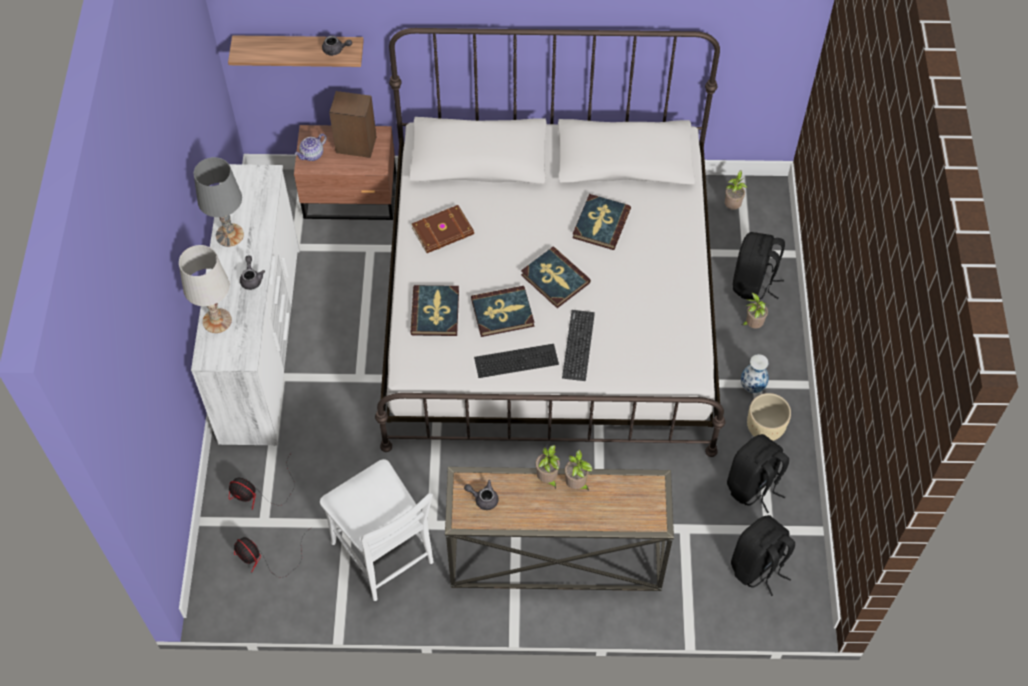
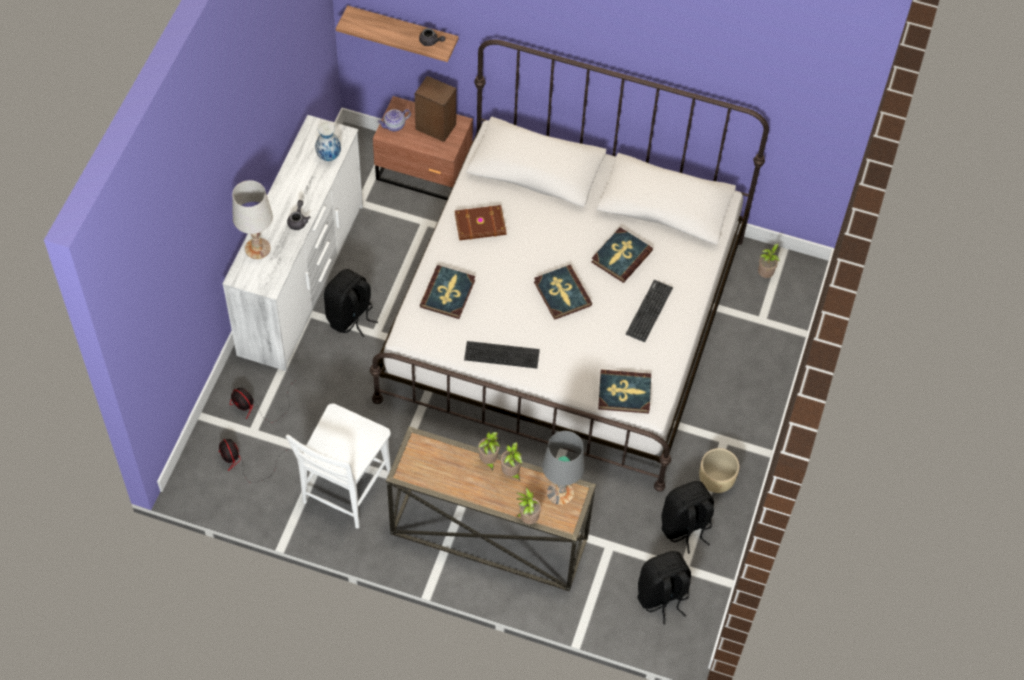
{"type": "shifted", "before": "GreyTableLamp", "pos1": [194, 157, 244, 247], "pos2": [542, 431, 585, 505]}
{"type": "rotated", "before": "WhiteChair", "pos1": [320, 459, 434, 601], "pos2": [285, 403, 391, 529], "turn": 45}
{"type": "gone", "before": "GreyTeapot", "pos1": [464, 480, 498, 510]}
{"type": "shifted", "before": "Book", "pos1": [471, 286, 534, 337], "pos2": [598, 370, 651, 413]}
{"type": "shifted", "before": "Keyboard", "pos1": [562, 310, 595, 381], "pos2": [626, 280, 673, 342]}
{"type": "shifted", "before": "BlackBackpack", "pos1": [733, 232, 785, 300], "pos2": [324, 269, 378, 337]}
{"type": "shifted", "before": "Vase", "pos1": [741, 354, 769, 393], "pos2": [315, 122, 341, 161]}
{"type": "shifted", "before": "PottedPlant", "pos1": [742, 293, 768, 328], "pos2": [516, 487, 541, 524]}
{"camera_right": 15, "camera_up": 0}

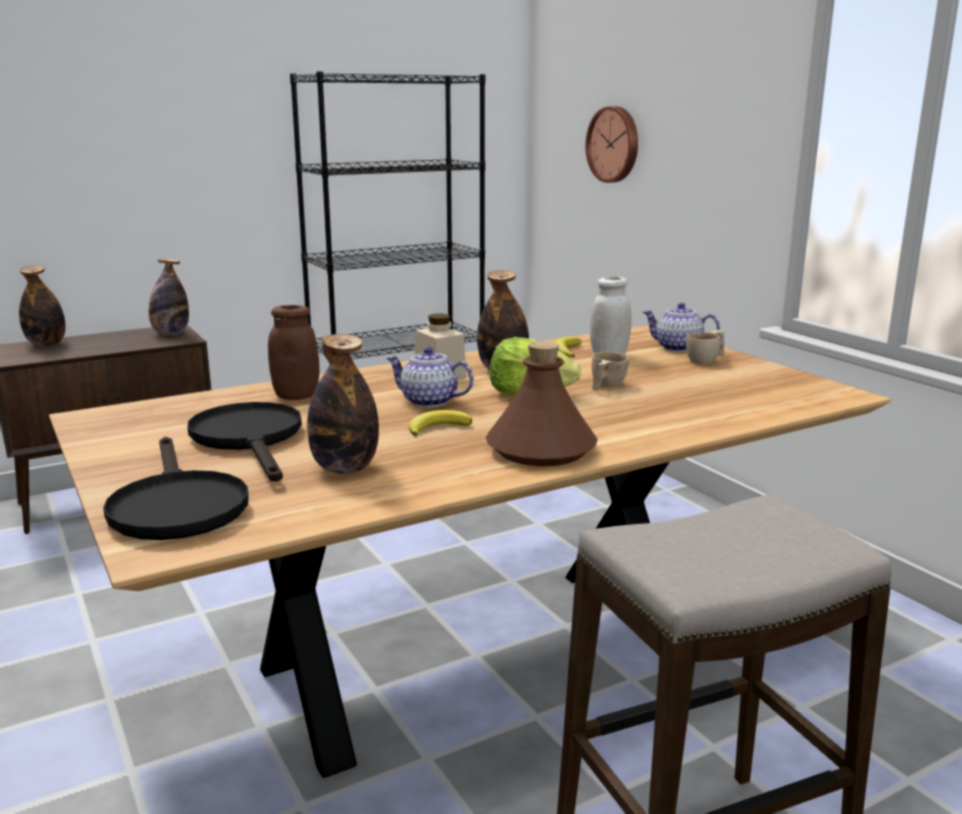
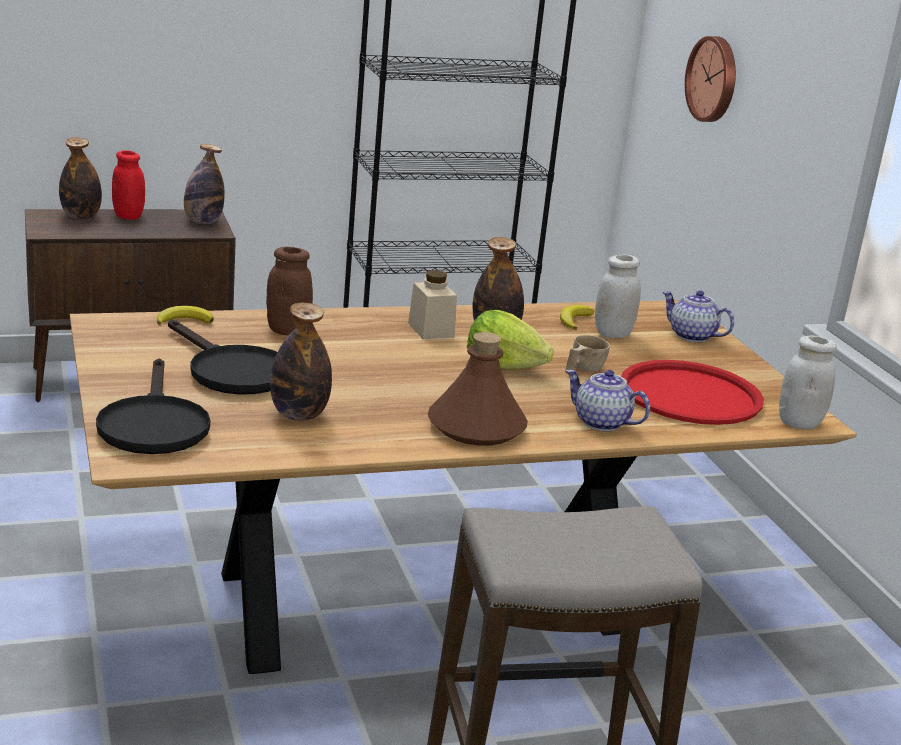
{"type": "rotated", "before": "BlackFryingPan", "pos1": [187, 402, 302, 482], "pos2": [168, 319, 277, 395], "turn": 150}
{"type": "shifted", "before": "Teapot", "pos1": [386, 347, 474, 407], "pos2": [565, 370, 650, 431]}
{"type": "shifted", "before": "Banana", "pos1": [409, 410, 472, 437], "pos2": [157, 306, 214, 325]}
{"type": "gone", "before": "BeigeCup", "pos1": [686, 330, 724, 364]}
{"type": "new", "after": "RedJar", "pos2": [112, 150, 145, 220]}
{"type": "new", "after": "RedTray", "pos2": [621, 360, 764, 425]}
{"type": "new", "after": "WhiteJar", "pos2": [779, 335, 837, 429]}
{"camera_right": 10, "camera_up": 5}

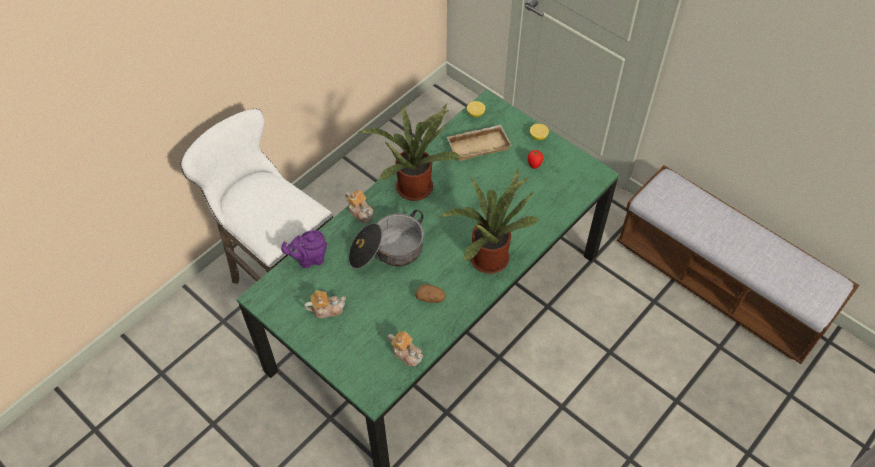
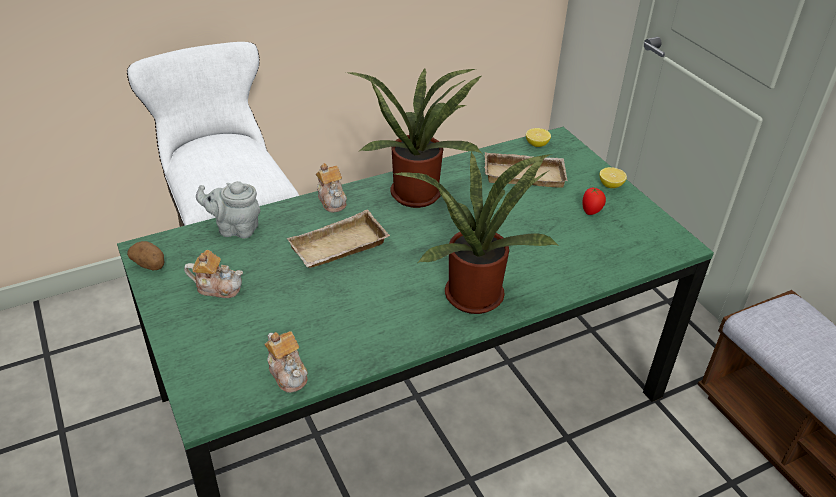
{"type": "repainted", "before": "PurpleTeapot", "after": "GreyTeapot", "pos1": [281, 230, 327, 268], "pos2": [196, 181, 261, 238]}
{"type": "swapped", "before": "CookingPot", "after": "BeigeTray", "pos1": [349, 210, 424, 269], "pos2": [287, 209, 390, 268]}
{"type": "shifted", "before": "Potato", "pos1": [415, 284, 446, 303], "pos2": [127, 241, 164, 270]}
{"camera_right": 20, "camera_up": -15}

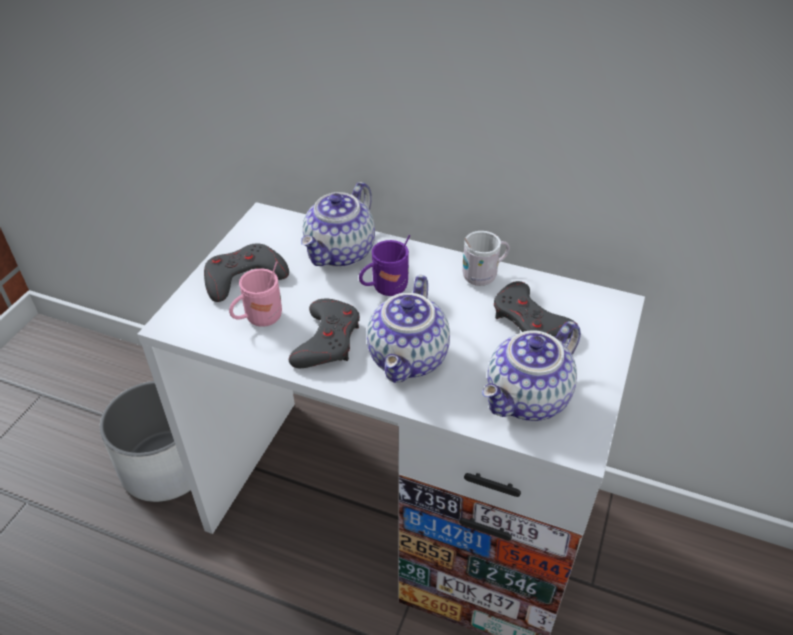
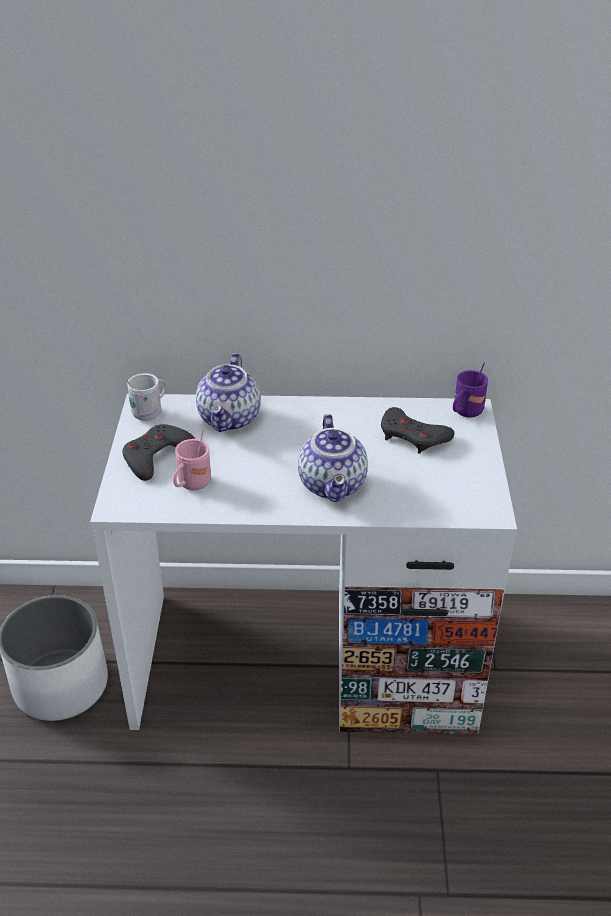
{"type": "gone", "before": "GreyGameController", "pos1": [289, 298, 360, 368]}
{"type": "shifted", "before": "PurpleMug", "pos1": [359, 235, 410, 296], "pos2": [453, 363, 488, 418]}
{"type": "shifted", "before": "WhiteMug", "pos1": [462, 231, 510, 286], "pos2": [127, 373, 167, 421]}
{"type": "gone", "before": "Teapot", "pos1": [482, 321, 581, 421]}
{"camera_right": -20, "camera_up": -5}

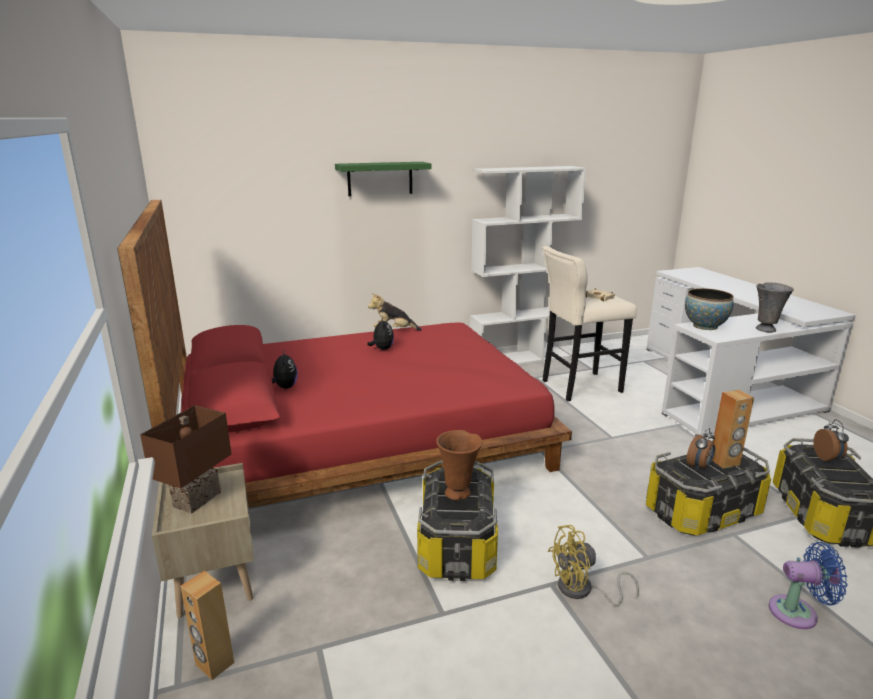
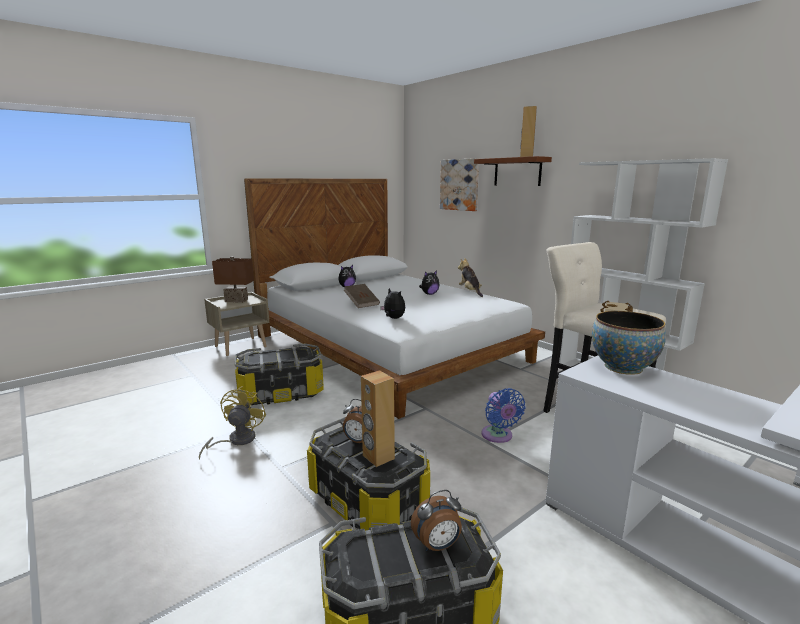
{"type": "repainted", "before": "RedBed", "after": "WhiteBed", "pos1": [117, 200, 572, 508], "pos2": [244, 178, 545, 419]}
{"type": "shifted", "before": "BrownSpeaker", "pos1": [180, 571, 234, 680], "pos2": [520, 106, 537, 157]}
{"type": "repainted", "before": "GreenShelf", "after": "BrownShelf", "pos1": [335, 162, 432, 196], "pos2": [474, 156, 552, 186]}
{"type": "gone", "before": "BrownVase", "pos1": [436, 430, 482, 500]}
{"type": "rotated", "before": "YellowFan", "pos1": [548, 525, 639, 606], "pos2": [199, 386, 266, 459], "turn": 45}
{"type": "gone", "before": "GreyVase", "pos1": [756, 282, 794, 332]}
{"type": "shifted", "before": "BlueFan", "pos1": [768, 542, 847, 629], "pos2": [481, 388, 525, 443]}
{"type": "new", "after": "BrownBook", "pos2": [344, 284, 380, 308]}
{"type": "new", "after": "PlushToy", "pos2": [380, 288, 405, 319]}
{"type": "new", "after": "Picture", "pos2": [440, 158, 479, 211]}
{"camera_right": 70, "camera_up": -5}

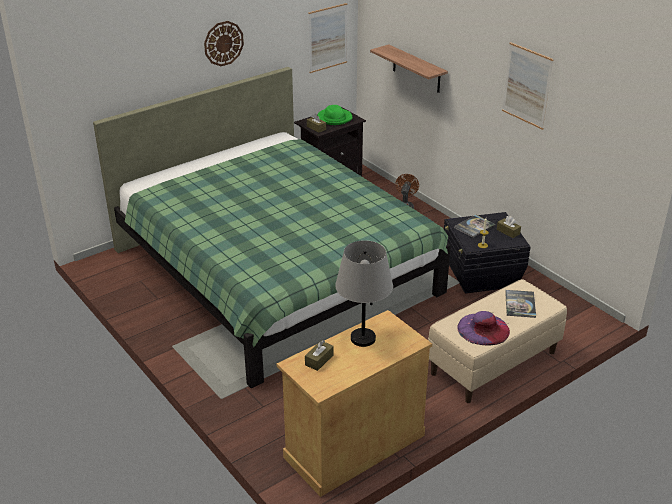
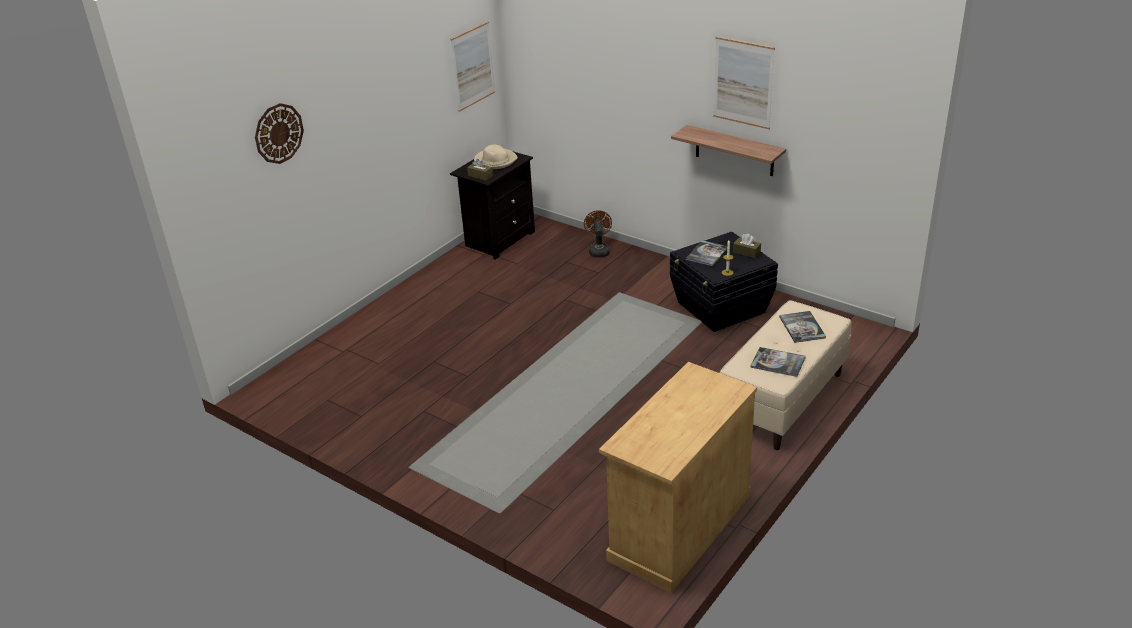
{"type": "gone", "before": "GreenBed", "pos1": [93, 67, 451, 388]}
{"type": "shifted", "before": "WallClock", "pos1": [204, 21, 244, 66], "pos2": [255, 103, 304, 164]}
{"type": "gone", "before": "BrownTissueBox", "pos1": [305, 340, 334, 371]}
{"type": "repainted", "before": "GreenHat", "after": "BeigeHat", "pos1": [317, 105, 353, 125], "pos2": [474, 145, 518, 169]}
{"type": "gone", "before": "GreyTableLamp", "pos1": [335, 240, 393, 347]}
{"type": "shifted", "before": "Shelf", "pos1": [370, 44, 448, 93], "pos2": [671, 125, 786, 176]}
{"type": "swapped", "before": "PurpleHat", "after": "Book", "pos1": [457, 311, 510, 345], "pos2": [750, 347, 806, 377]}
{"camera_right": -15, "camera_up": 0}

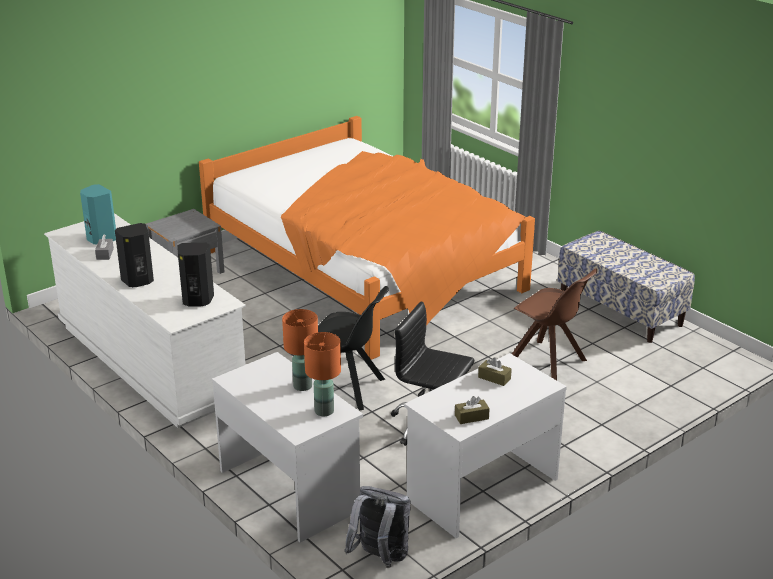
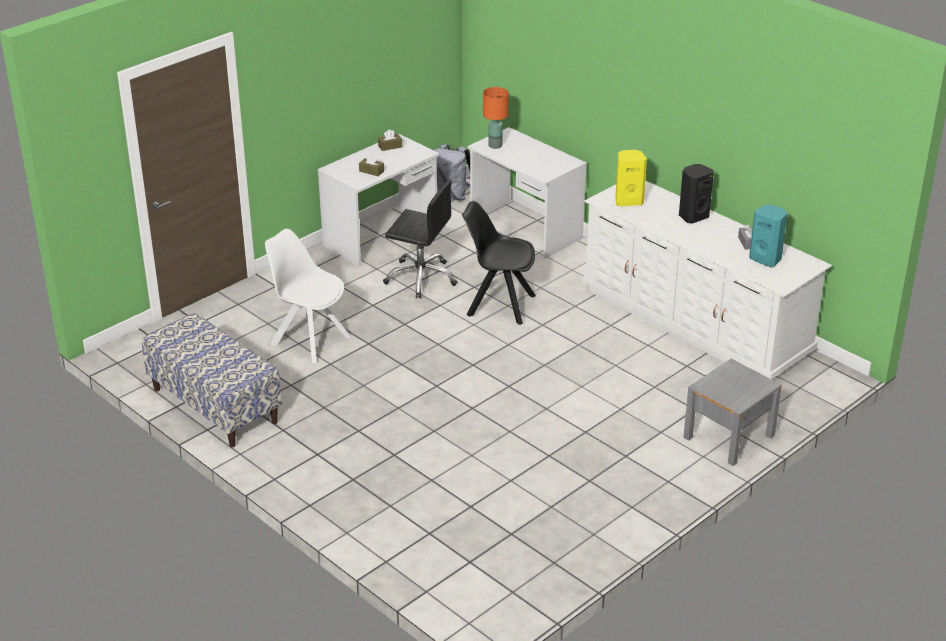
{"type": "repainted", "before": "BlackSpeaker", "after": "YellowSpeaker", "pos1": [177, 243, 214, 307], "pos2": [616, 150, 647, 206]}
{"type": "gone", "before": "OrangeBed", "pos1": [199, 116, 535, 360]}
{"type": "gone", "before": "OrangeTableLamp", "pos1": [282, 309, 318, 391]}
{"type": "repainted", "before": "BrownChair", "after": "WhiteChair", "pos1": [512, 268, 597, 380], "pos2": [265, 229, 351, 363]}
{"camera_right": 175, "camera_up": 5}

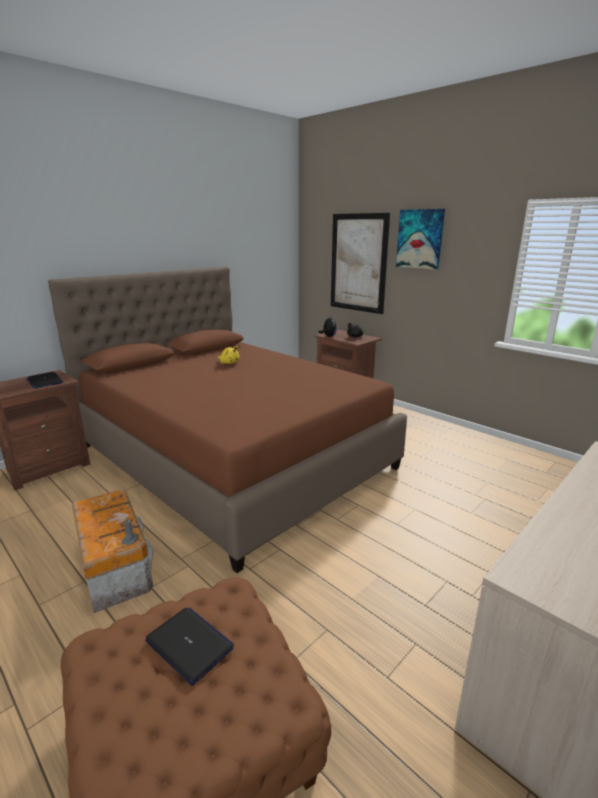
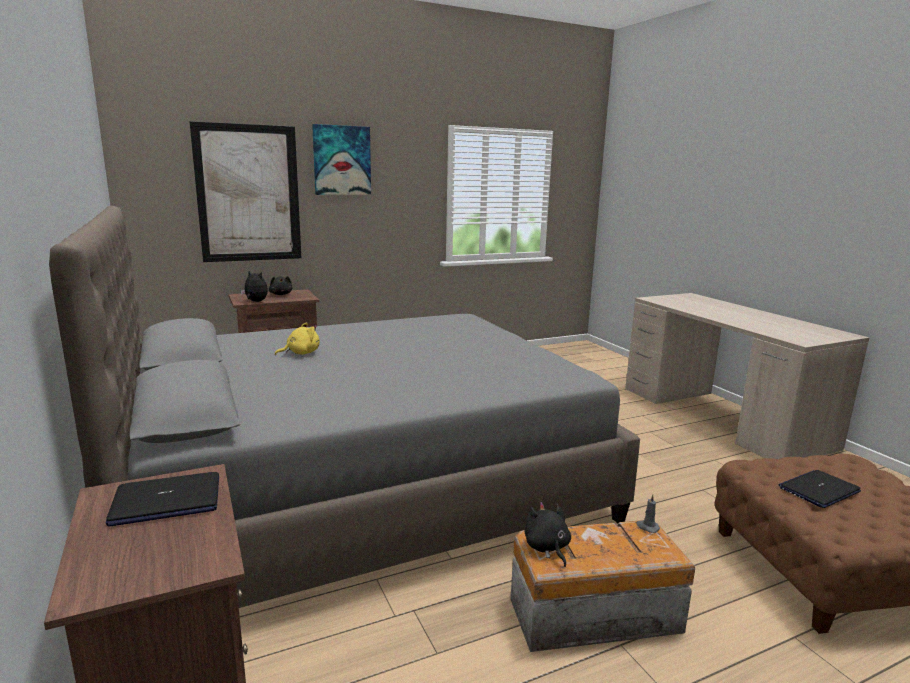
{"type": "repainted", "before": "BrownBed", "after": "GreyBed", "pos1": [48, 266, 407, 573], "pos2": [49, 206, 640, 608]}
{"type": "new", "after": "BlackPlushToy", "pos2": [525, 502, 571, 567]}
{"camera_right": -70, "camera_up": -5}

